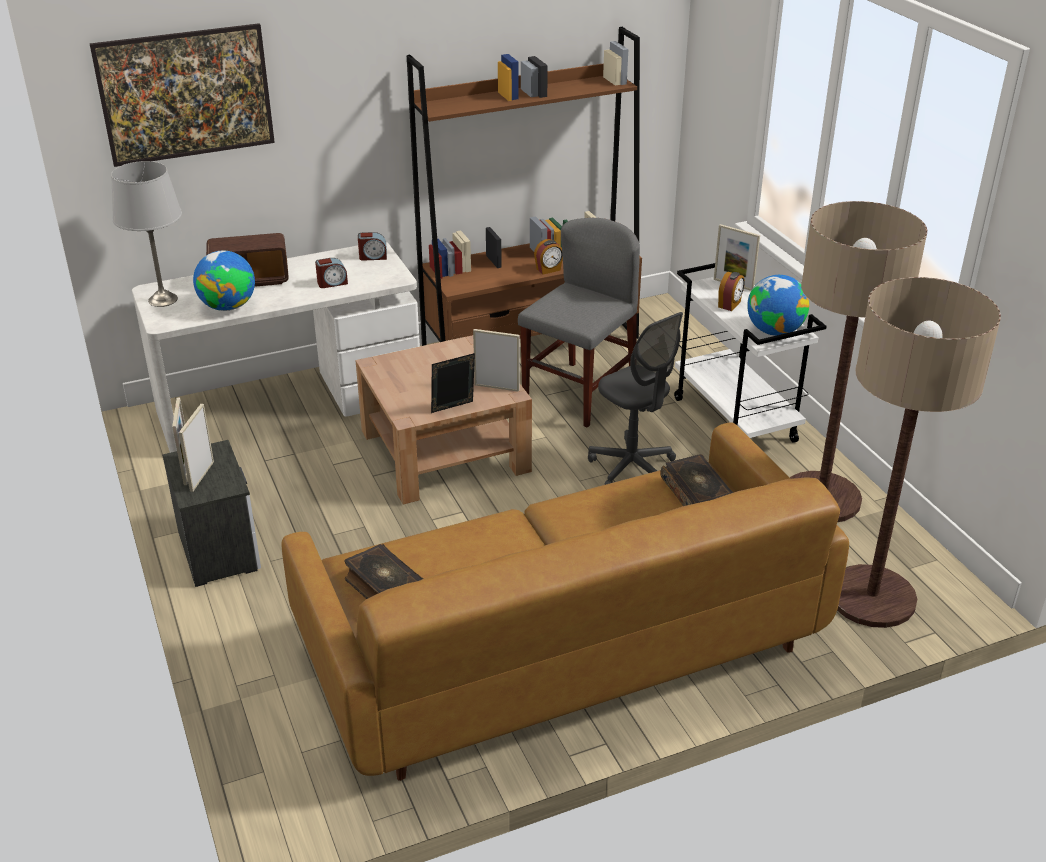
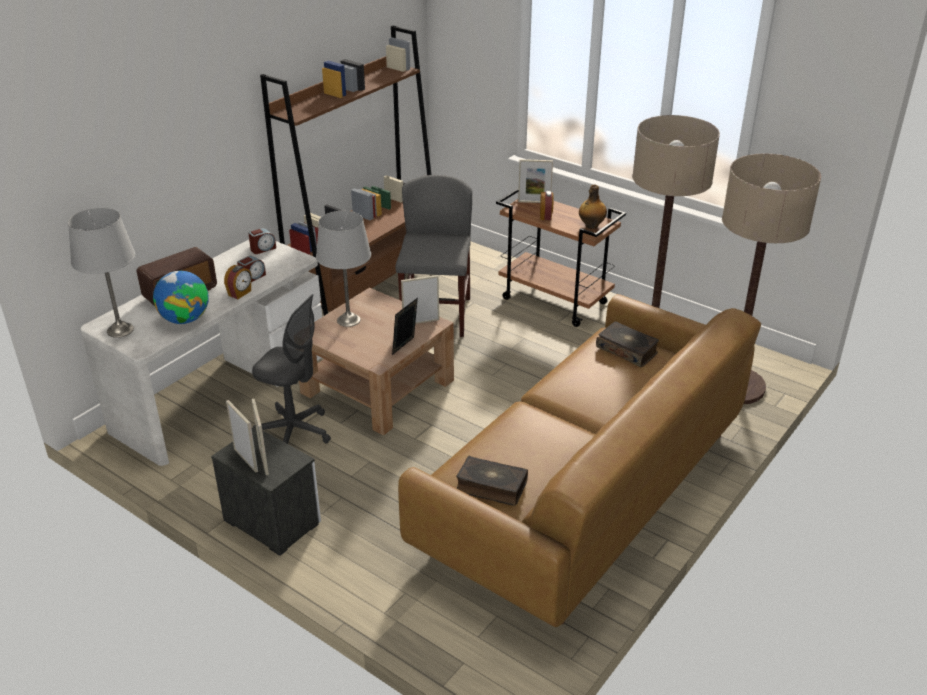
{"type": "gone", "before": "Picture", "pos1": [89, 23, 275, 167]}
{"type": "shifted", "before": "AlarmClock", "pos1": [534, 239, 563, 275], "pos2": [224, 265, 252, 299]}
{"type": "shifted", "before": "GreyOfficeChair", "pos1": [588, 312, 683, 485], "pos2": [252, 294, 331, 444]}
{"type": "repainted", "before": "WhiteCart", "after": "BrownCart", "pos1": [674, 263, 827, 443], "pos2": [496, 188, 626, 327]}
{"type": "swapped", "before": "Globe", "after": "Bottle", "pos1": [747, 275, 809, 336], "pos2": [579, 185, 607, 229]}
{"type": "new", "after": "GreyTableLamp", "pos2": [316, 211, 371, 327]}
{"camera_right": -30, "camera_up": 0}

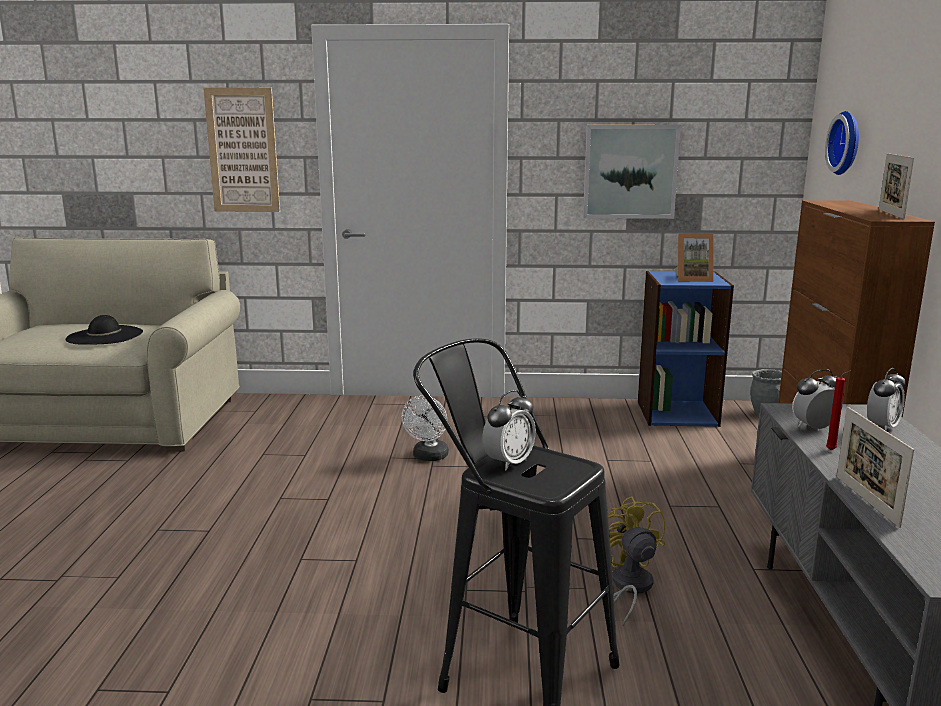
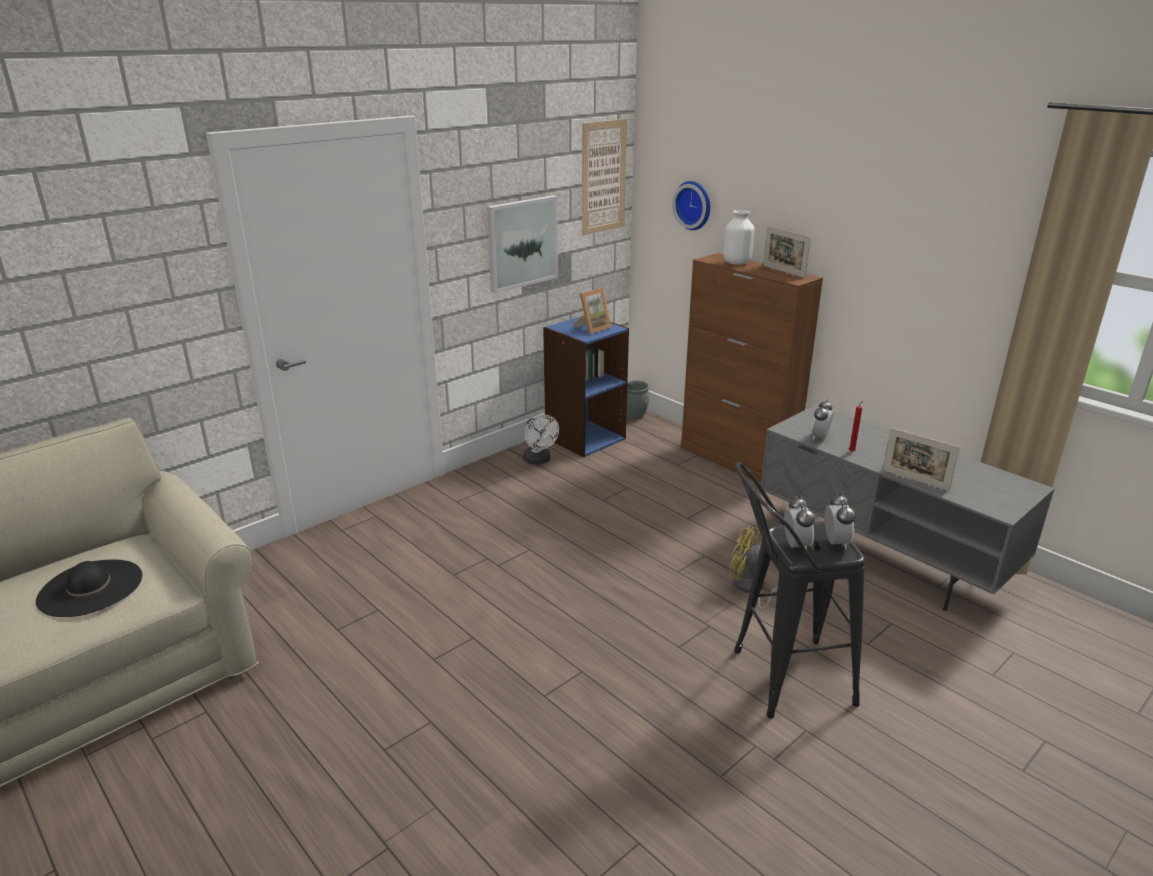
{"type": "shifted", "before": "Picture", "pos1": [203, 88, 280, 212], "pos2": [582, 119, 627, 235]}
{"type": "shifted", "before": "WhiteFan", "pos1": [401, 395, 449, 461], "pos2": [523, 415, 559, 464]}
{"type": "shifted", "before": "AlarmClock", "pos1": [867, 368, 906, 431], "pos2": [825, 493, 855, 549]}
{"type": "new", "after": "WhiteVase", "pos2": [723, 210, 755, 265]}
{"camera_right": -45, "camera_up": 10}

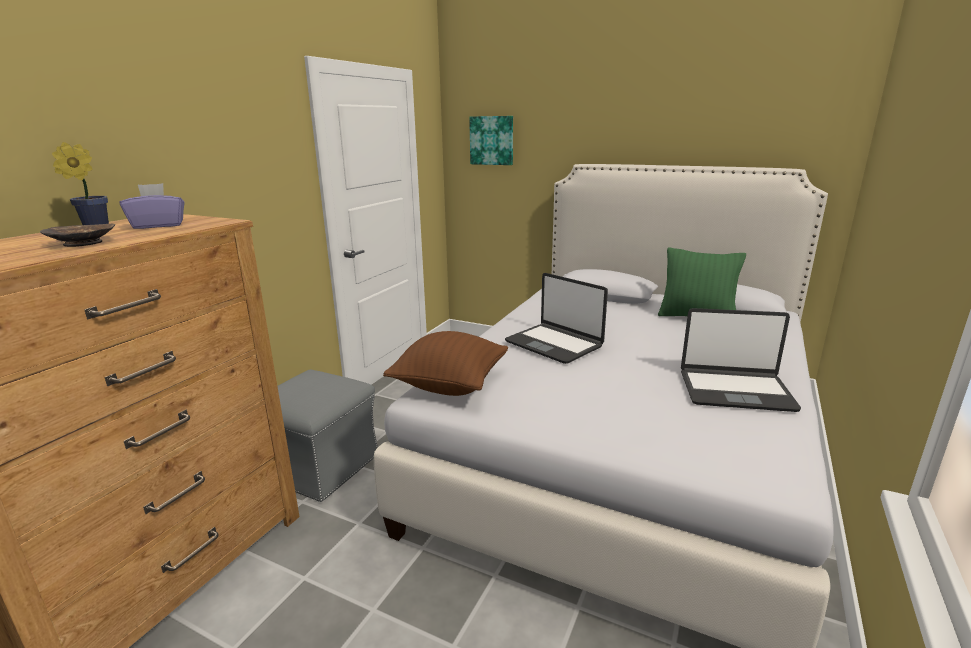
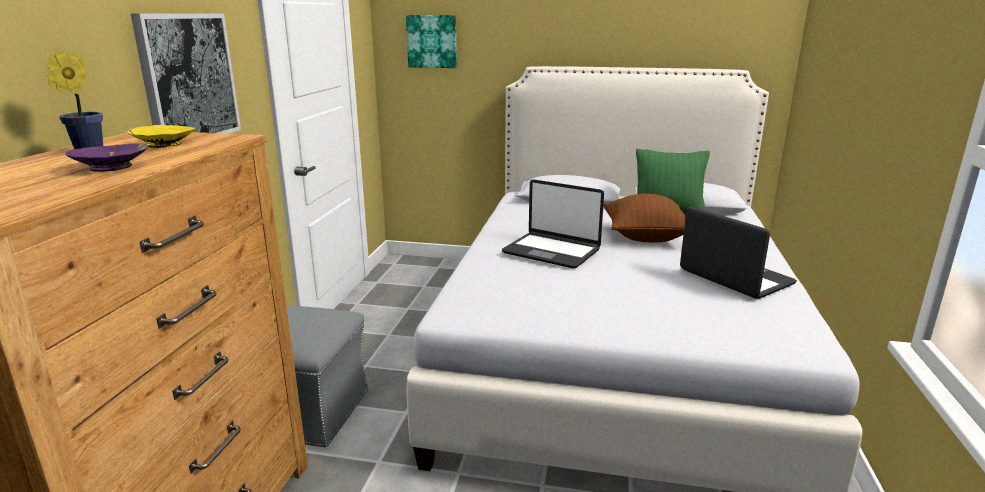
{"type": "repainted", "before": "BrownBowl", "after": "PurpleBowl", "pos1": [40, 224, 115, 247], "pos2": [65, 143, 147, 172]}
{"type": "swapped", "before": "PurpleTissueBox", "after": "YellowBowl", "pos1": [119, 183, 185, 229], "pos2": [127, 125, 195, 148]}
{"type": "shifted", "before": "BrownPillow", "pos1": [383, 331, 508, 396], "pos2": [604, 193, 686, 242]}
{"type": "rotated", "before": "Laptop", "pos1": [681, 308, 801, 412], "pos2": [680, 206, 797, 299], "turn": -120}
{"type": "new", "after": "Picture", "pos2": [131, 14, 241, 134]}
{"camera_right": -15, "camera_up": 0}

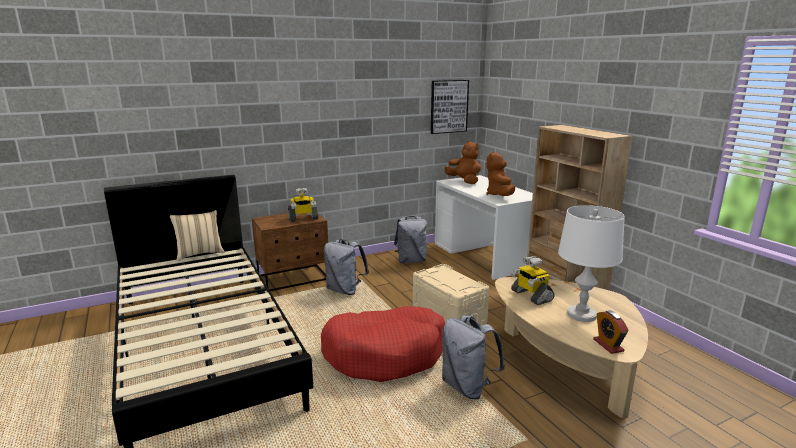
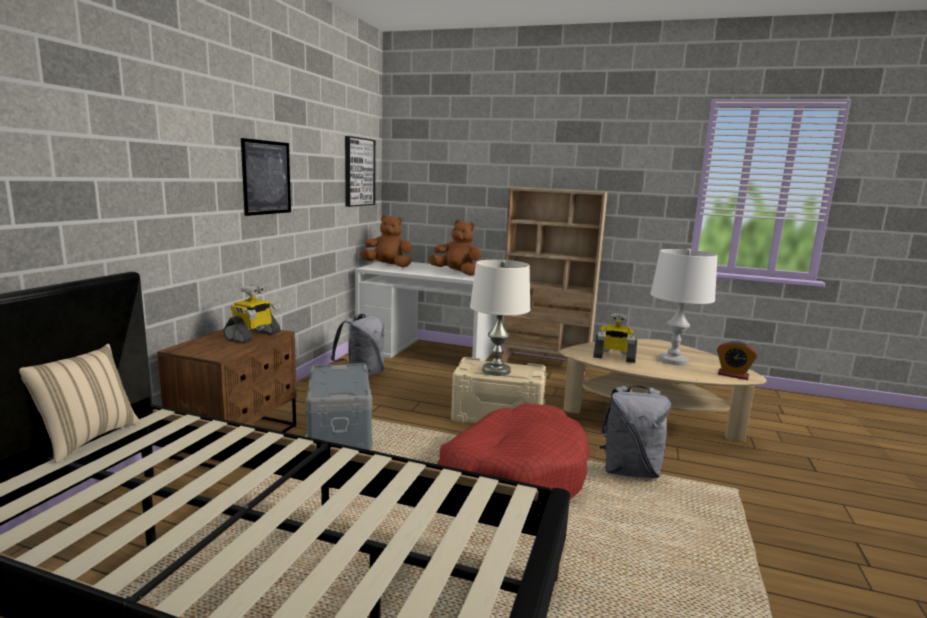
{"type": "swapped", "before": "GreyBackpack", "after": "GreyStorageBox", "pos1": [324, 239, 369, 295], "pos2": [306, 363, 373, 450]}
{"type": "rotated", "before": "BrownPlushToy", "pos1": [486, 151, 515, 196], "pos2": [428, 220, 482, 275], "turn": 150}
{"type": "new", "after": "Picture", "pos2": [241, 138, 291, 216]}
{"type": "new", "after": "WhiteTableLamp", "pos2": [470, 259, 531, 376]}
{"camera_right": -45, "camera_up": -5}

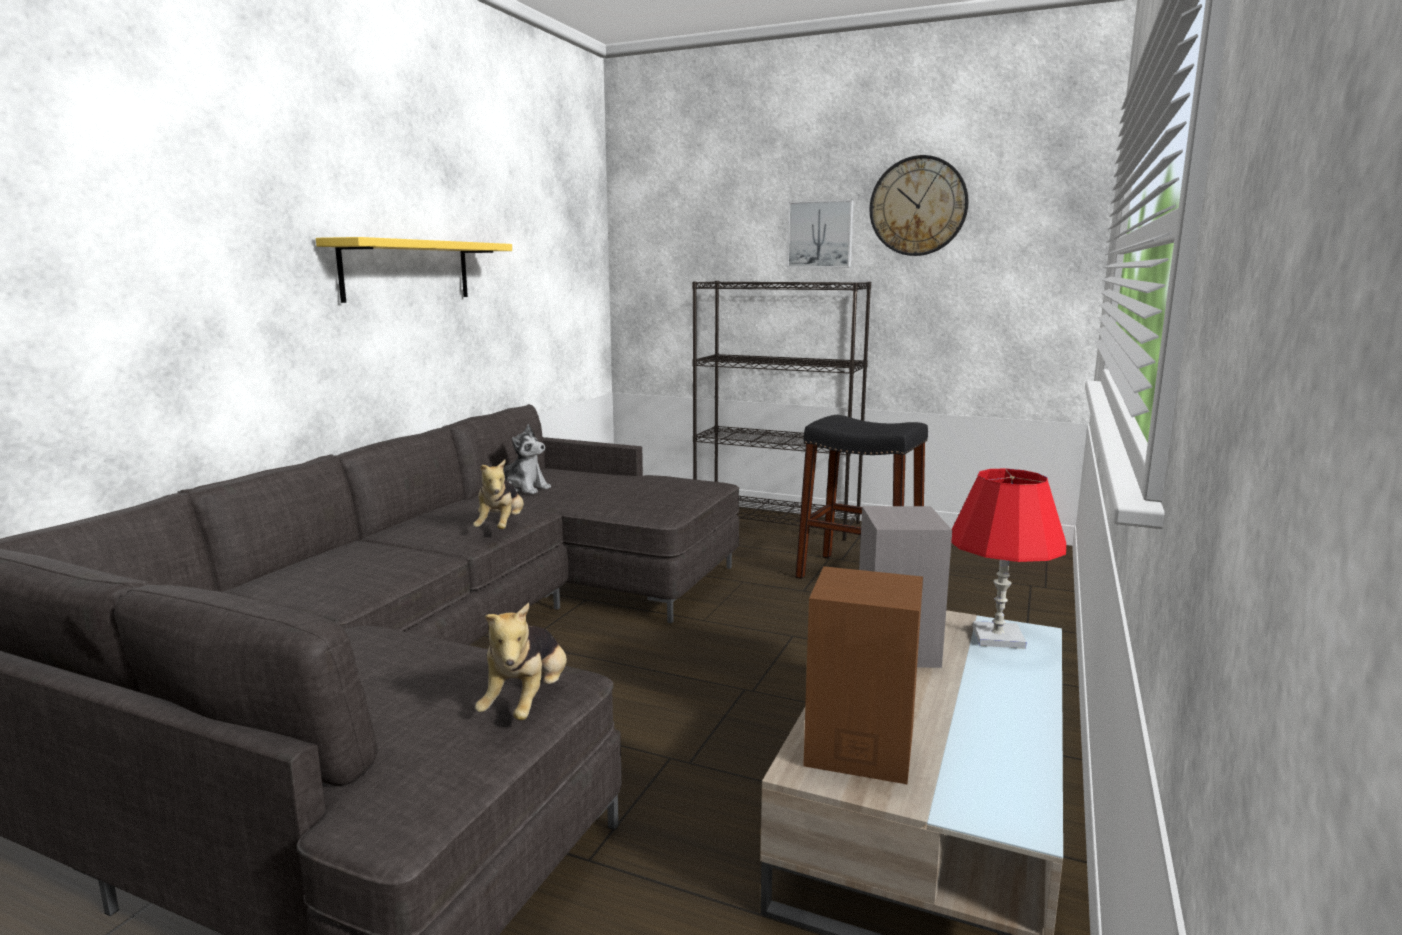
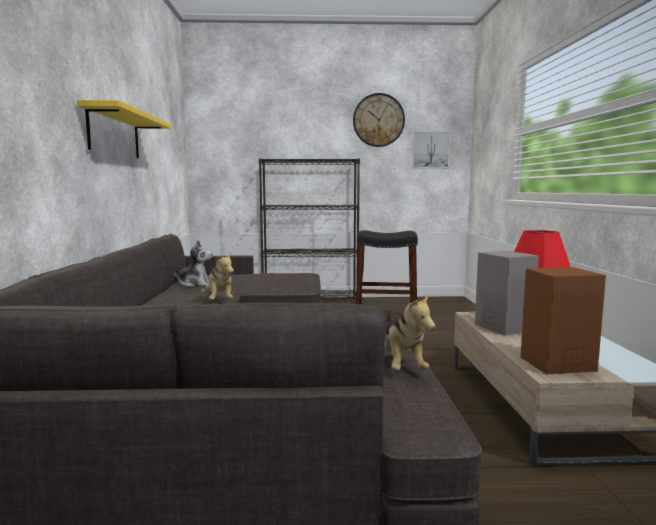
{"type": "shifted", "before": "Picture", "pos1": [787, 200, 854, 267], "pos2": [412, 131, 450, 168]}
{"camera_right": -25, "camera_up": -5}

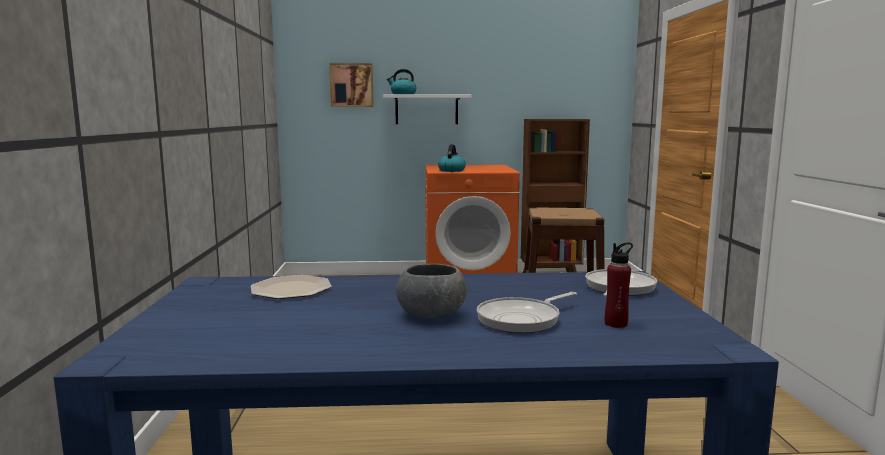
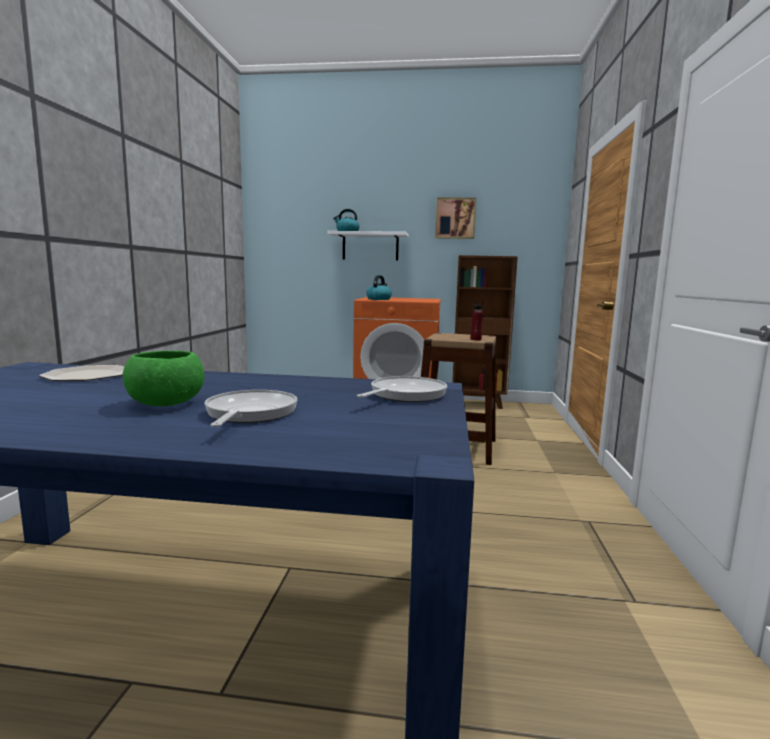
{"type": "shifted", "before": "Picture", "pos1": [329, 63, 374, 107], "pos2": [435, 198, 476, 239]}
{"type": "repainted", "before": "GreyBowl", "after": "GreenBowl", "pos1": [396, 264, 467, 319], "pos2": [123, 351, 204, 406]}
{"type": "rotated", "before": "FryingPan", "pos1": [477, 292, 577, 333], "pos2": [204, 390, 297, 427], "turn": 120}
{"type": "shifted", "before": "RedBottle", "pos1": [605, 243, 633, 328], "pos2": [471, 300, 484, 340]}
{"camera_right": 10, "camera_up": 0}

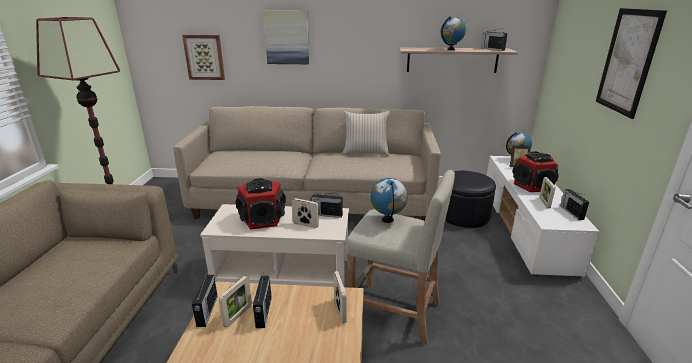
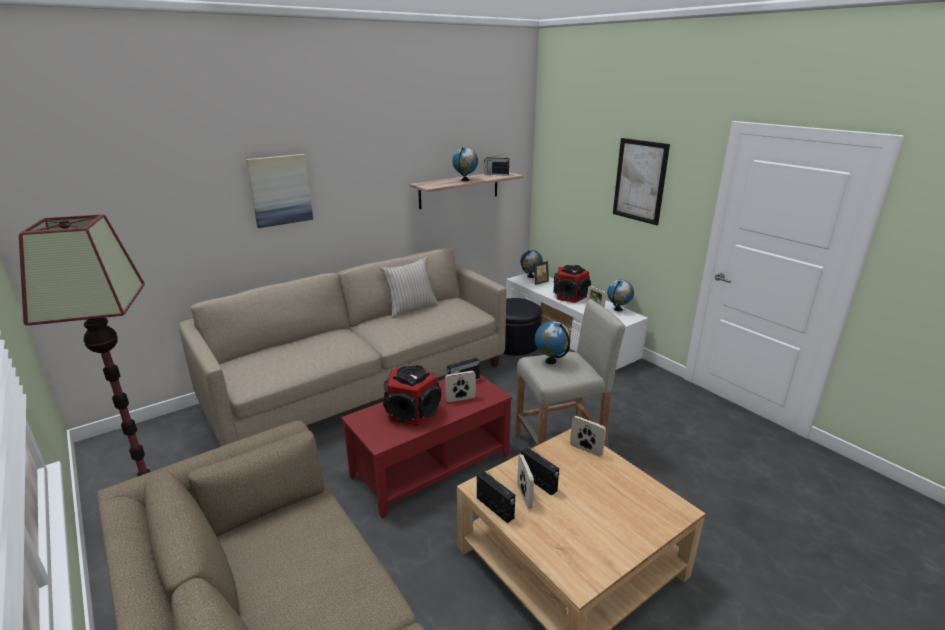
{"type": "gone", "before": "Picture", "pos1": [182, 35, 225, 80]}
{"type": "repainted", "before": "BeigeCoffeeTable", "after": "RedCoffeeTable", "pos1": [200, 204, 349, 287], "pos2": [341, 375, 512, 518]}
{"type": "swapped", "before": "Radio", "after": "Globe", "pos1": [560, 189, 589, 220], "pos2": [607, 279, 634, 311]}
{"camera_right": -40, "camera_up": 0}

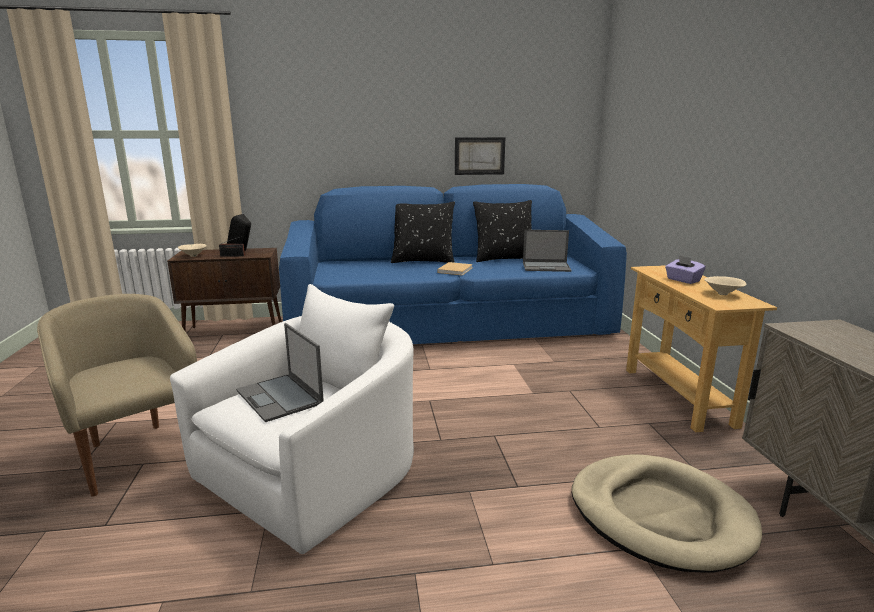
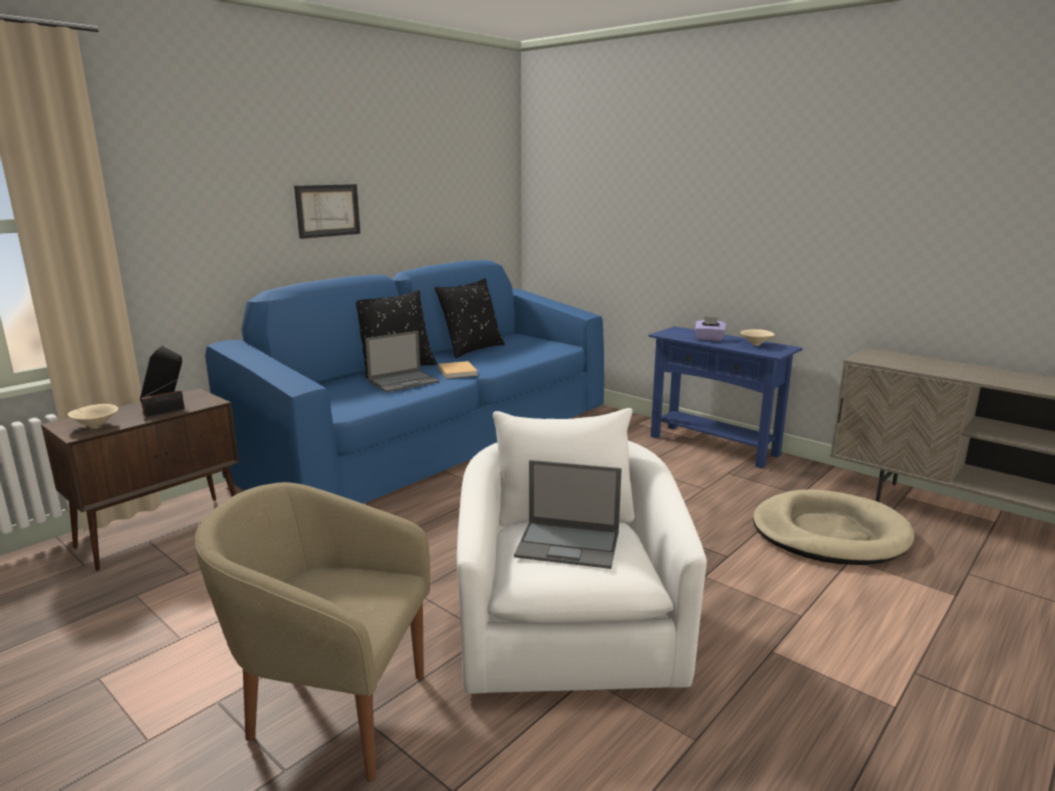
{"type": "shifted", "before": "Picture", "pos1": [455, 137, 505, 175], "pos2": [294, 184, 360, 239]}
{"type": "shifted", "before": "Laptop", "pos1": [523, 230, 571, 272], "pos2": [365, 331, 439, 392]}
{"type": "repainted", "before": "BeigeConsoleTable", "after": "BlueConsoleTable", "pos1": [626, 265, 777, 432], "pos2": [649, 326, 803, 469]}
{"camera_right": -40, "camera_up": 0}

